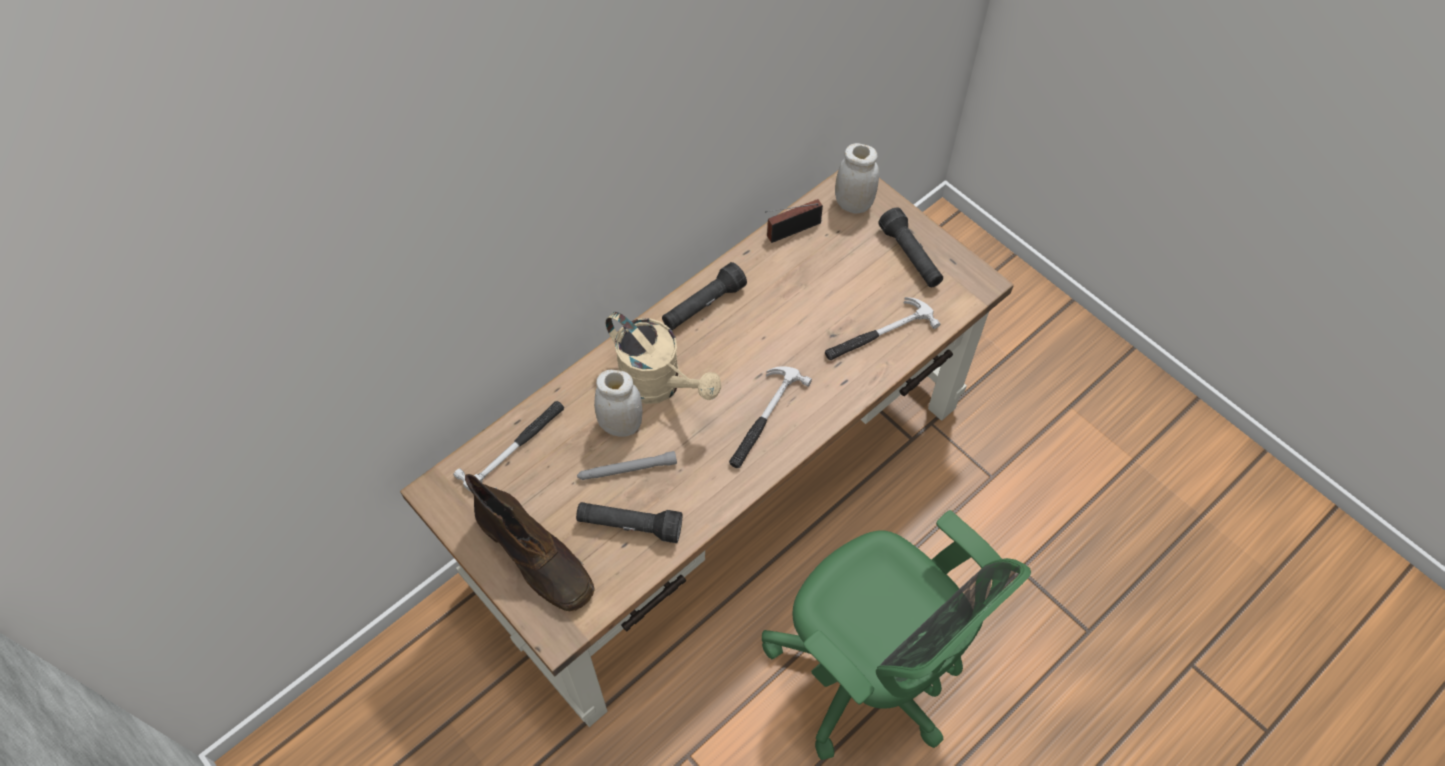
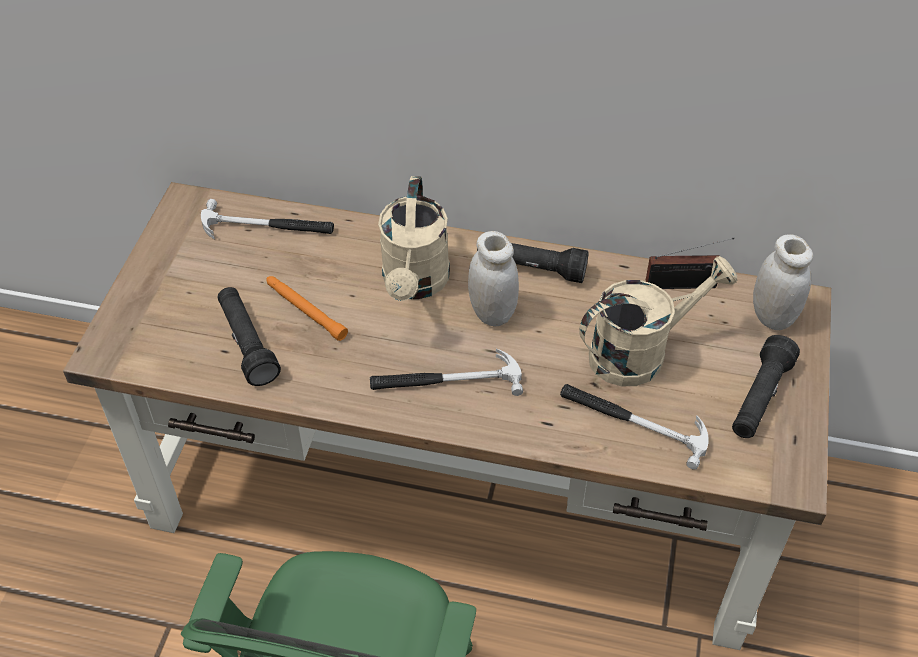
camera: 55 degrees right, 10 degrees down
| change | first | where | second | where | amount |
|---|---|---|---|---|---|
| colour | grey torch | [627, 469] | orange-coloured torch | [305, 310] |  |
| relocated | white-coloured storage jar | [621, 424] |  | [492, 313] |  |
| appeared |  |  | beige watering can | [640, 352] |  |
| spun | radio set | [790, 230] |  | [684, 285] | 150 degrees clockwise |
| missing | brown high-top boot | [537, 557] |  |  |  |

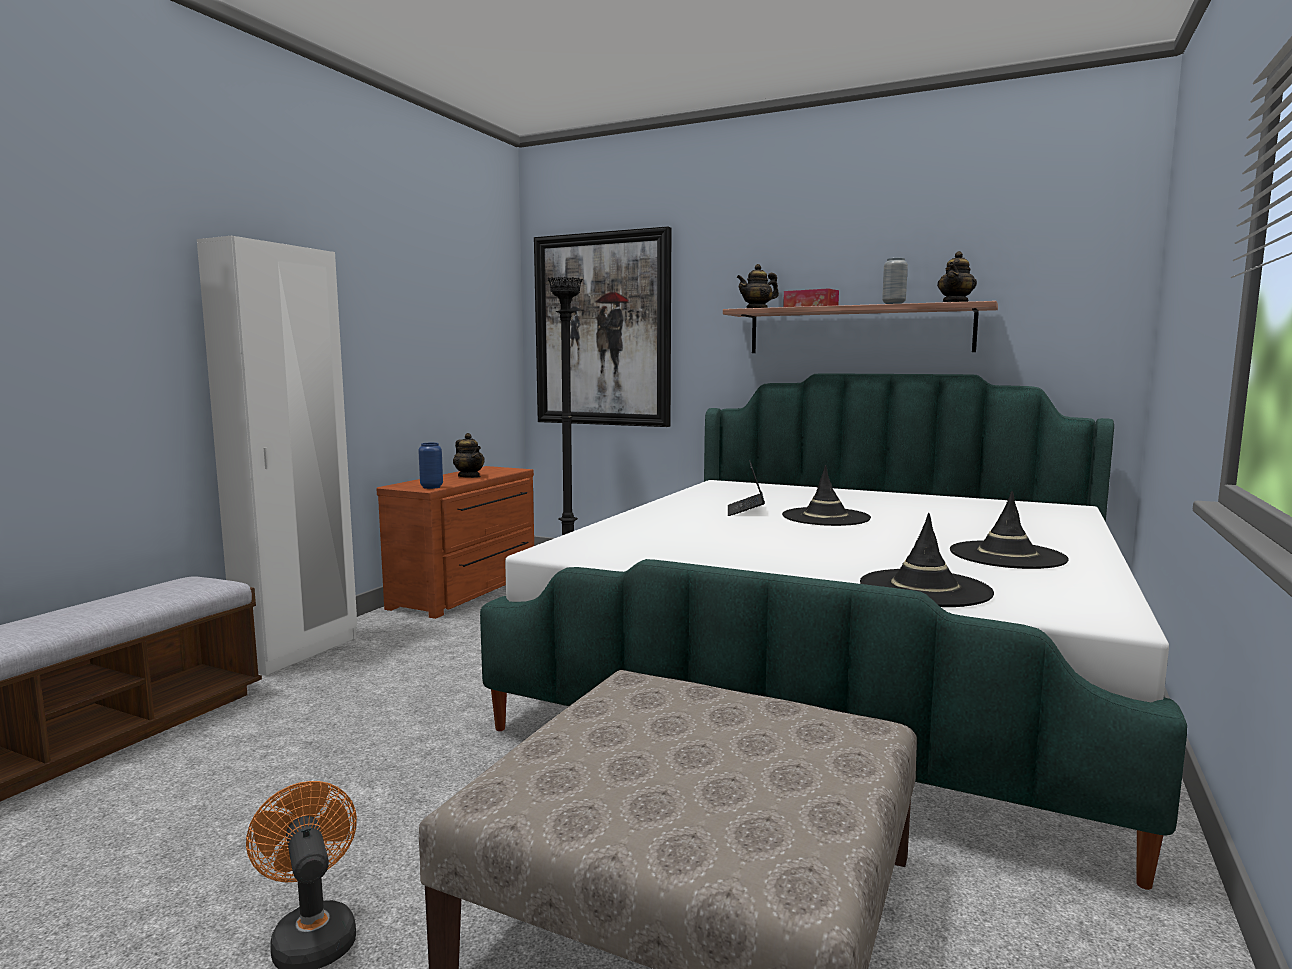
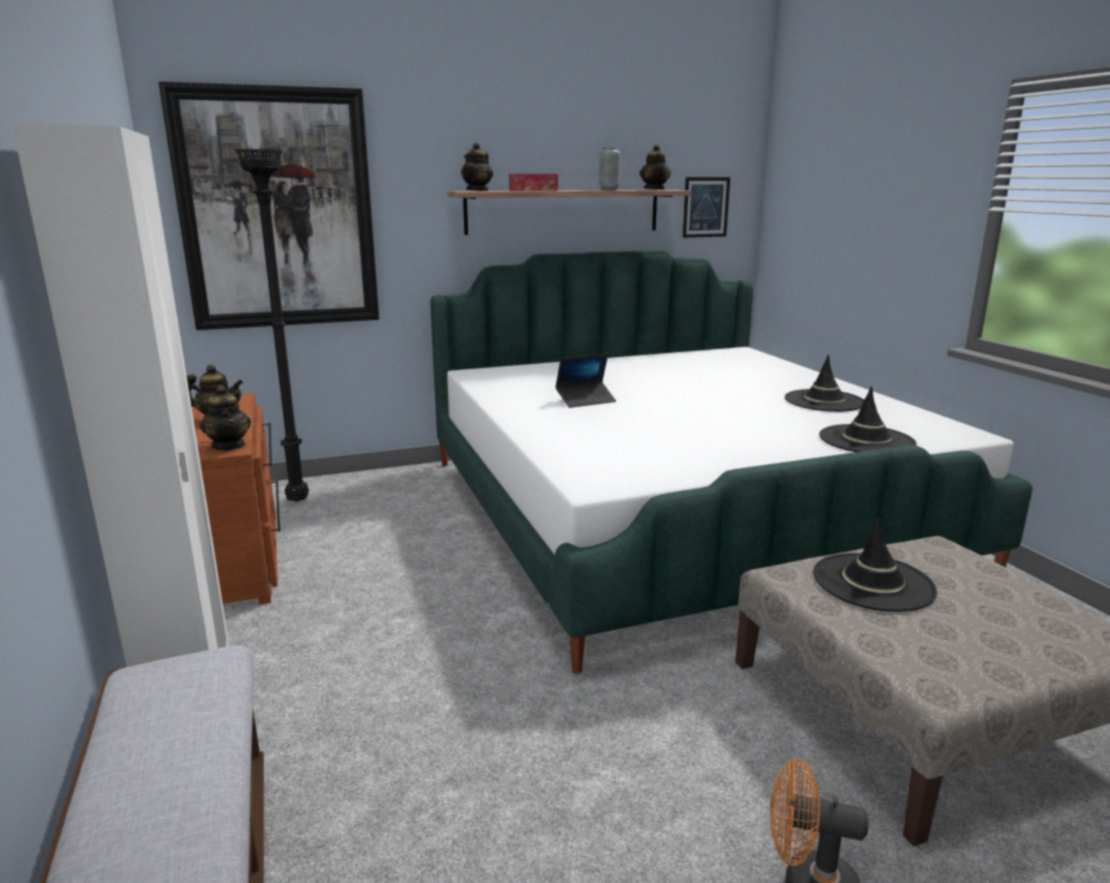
camera: 45 degrees left, 10 degrees up
| change | first | where | second | where | amount |
|---|---|---|---|---|---|
| exchanged | blue decorative vase | [431, 487] | pot for tea | [229, 446] |  |
| spun | laptop | [745, 511] |  | [585, 400] | 75 degrees counterclockwise |
| appeared |  |  | picture | [705, 207] |  |
| relocated | blackish clothing hat | [825, 517] |  | [873, 583] |  |

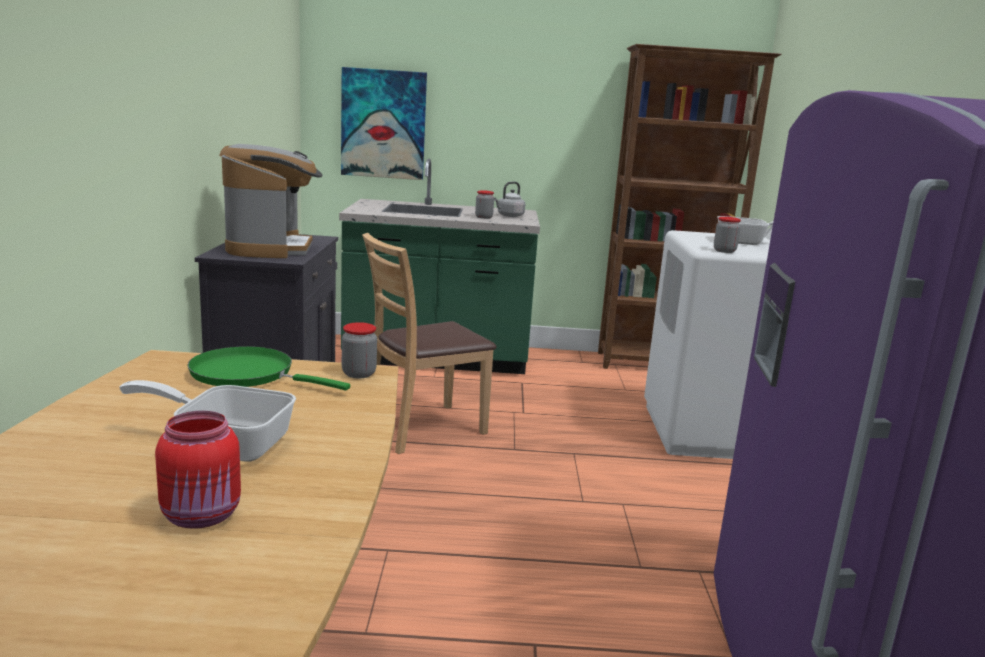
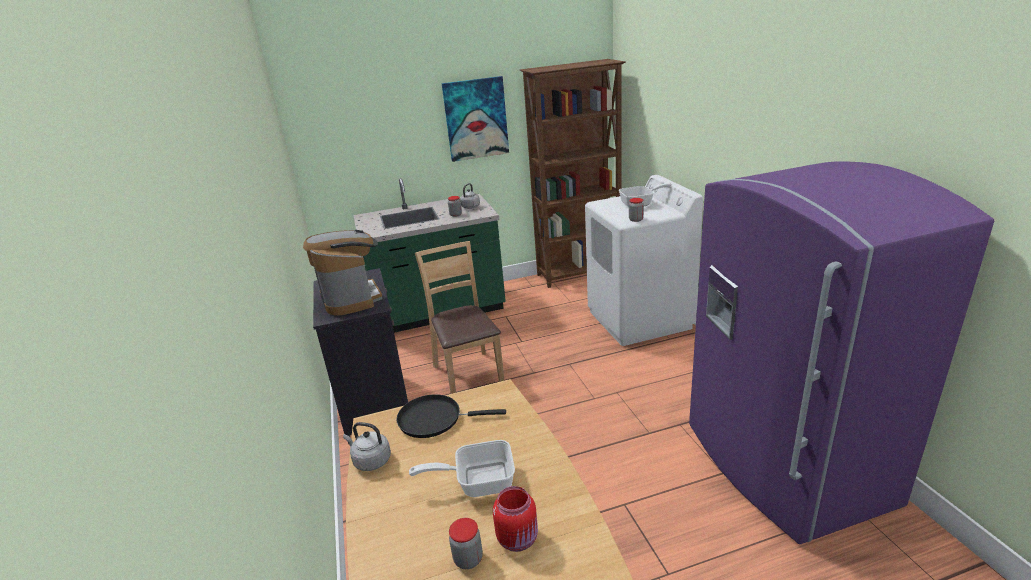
camera: 15 degrees left, 10 degrees up
| change | first | where | second | where | amount |
|---|---|---|---|---|---|
| appeared |  |  | grey water kettle | [370, 461] |  |
| colour | green-coloured pan | [248, 375] | blackish pan | [435, 419] |  |
| spun | brown chair | [422, 428] |  | [468, 375] | 120 degrees clockwise |
| relocated | picture | [383, 124] |  | [476, 119] |  |
| relocated | storage jar | [359, 374] |  | [468, 559] |  |

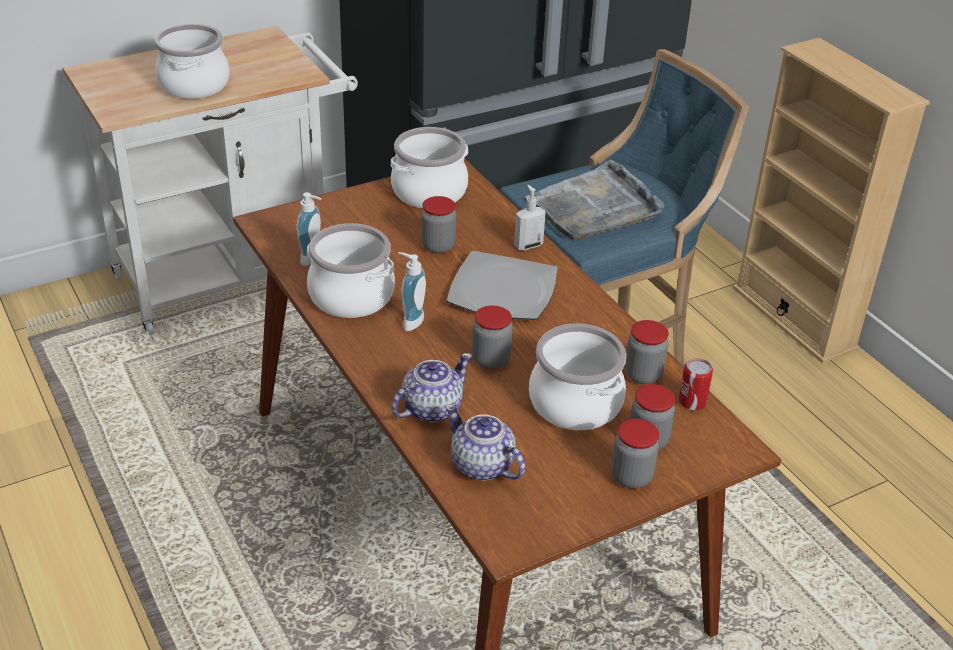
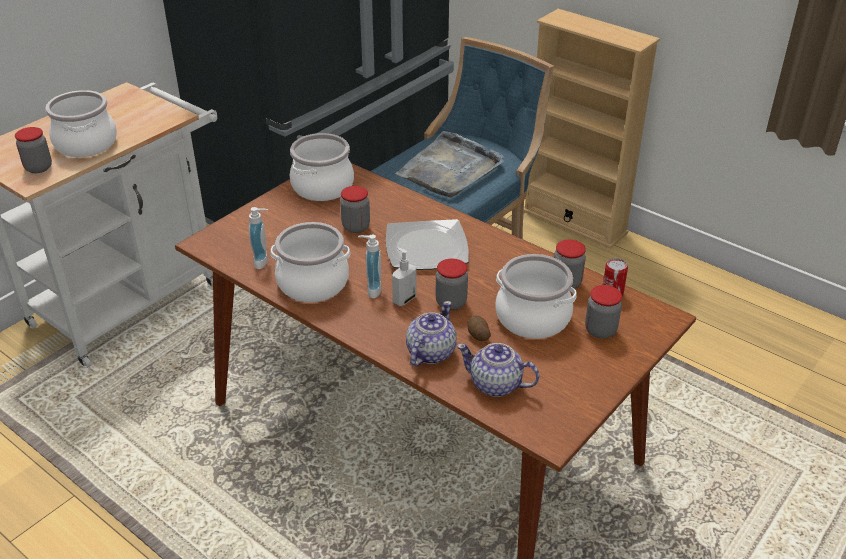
camera: 20 degrees left, 0 degrees up
| change | first | where | second | where | amount |
|---|---|---|---|---|---|
| relocated | storage jar | [631, 477] |  | [38, 168] |  |
| relocated | soap dispenser | [528, 245] |  | [404, 299] |  |
| appeared |  |  | whole potato | [478, 335] |  |

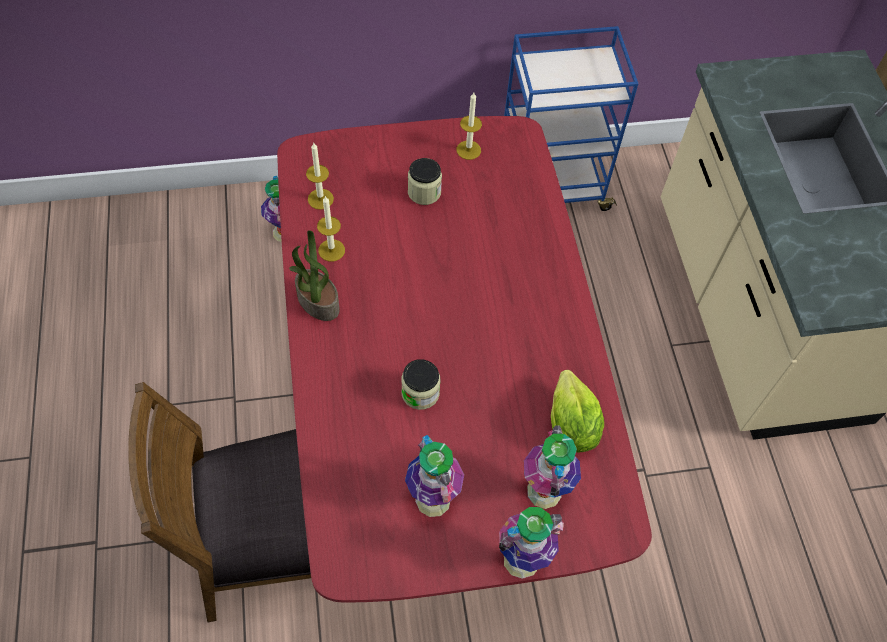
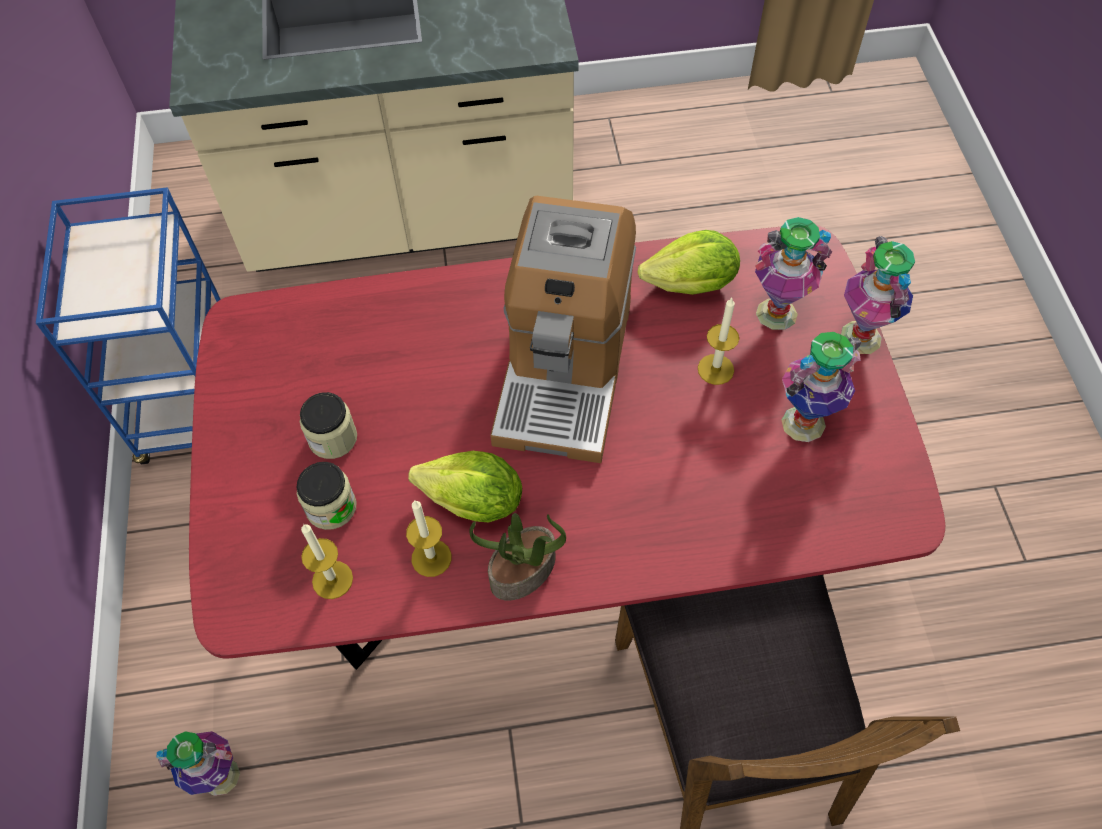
camera: 85 degrees left, 0 degrees up
| change | first | where | second | where | amount |
|---|---|---|---|---|---|
| relocated | storage jar | [420, 393] |  | [331, 507] |  |
| appeared |  |  | lettuce | [474, 502] |  |
| appeared |  |  | coffee brewer | [564, 371] |  |
| relocated | wax light | [468, 150] |  | [715, 369] |  |

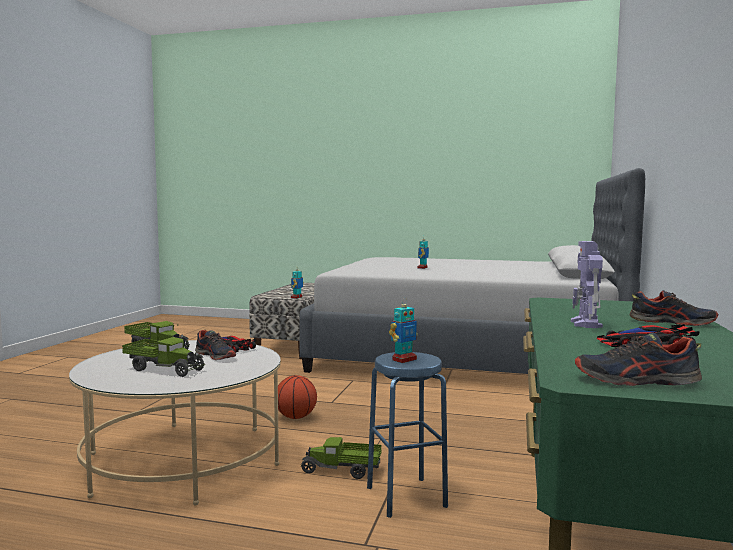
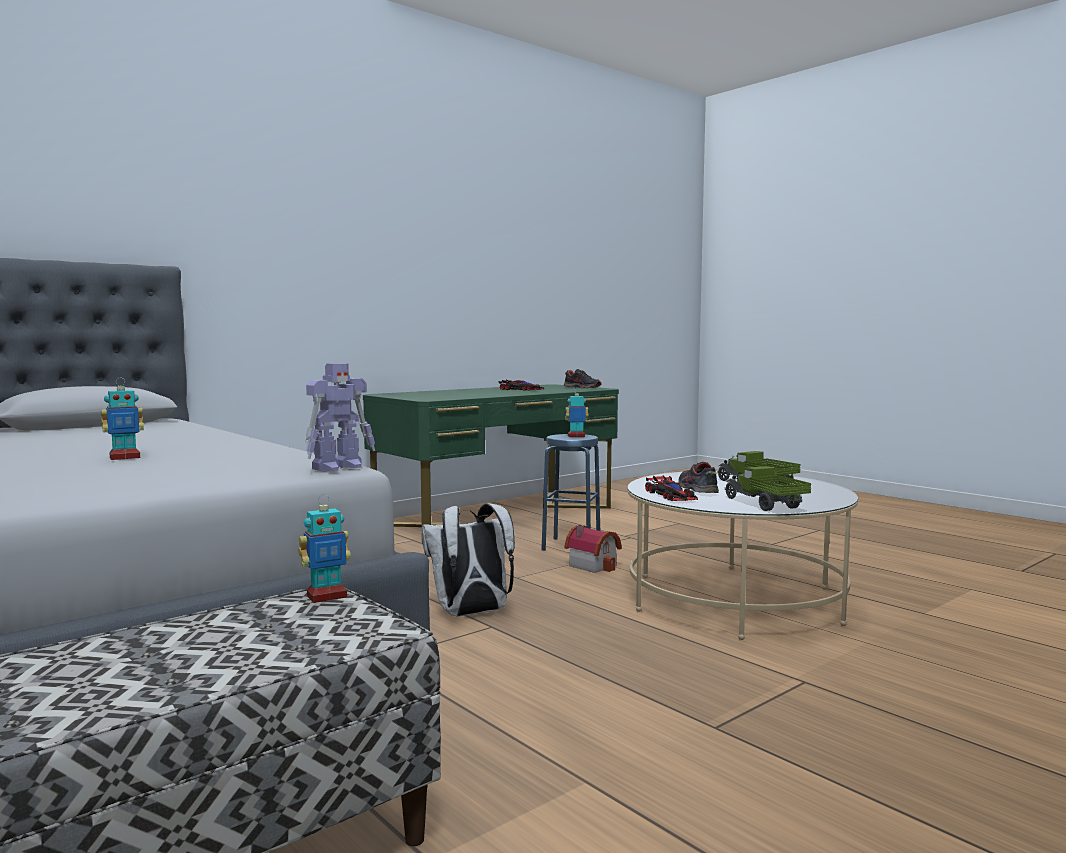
camera: 145 degrees left, 0 degrees up
| change | first | where | second | where | amount |
|---|---|---|---|---|---|
| relocated | toy robot | [586, 324] |  | [339, 467] |  |
| appeared |  |  | white-coloured backpack | [471, 614] |  |
| exchanged | toy lorry | [341, 471] | toy house | [594, 565] |  |
| missing | ball for basketball | [295, 417] |  |  |  |
| missing | item of footwear | [672, 322] |  |  |  |

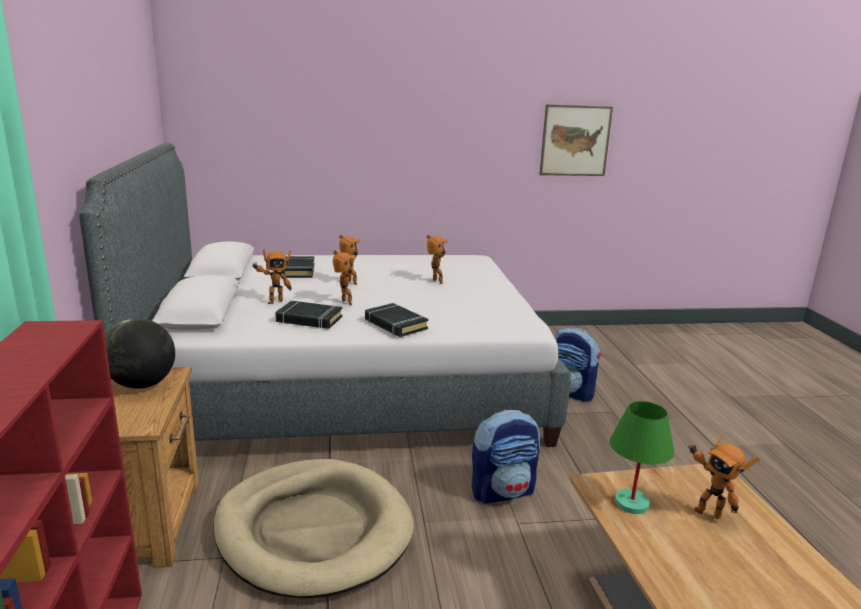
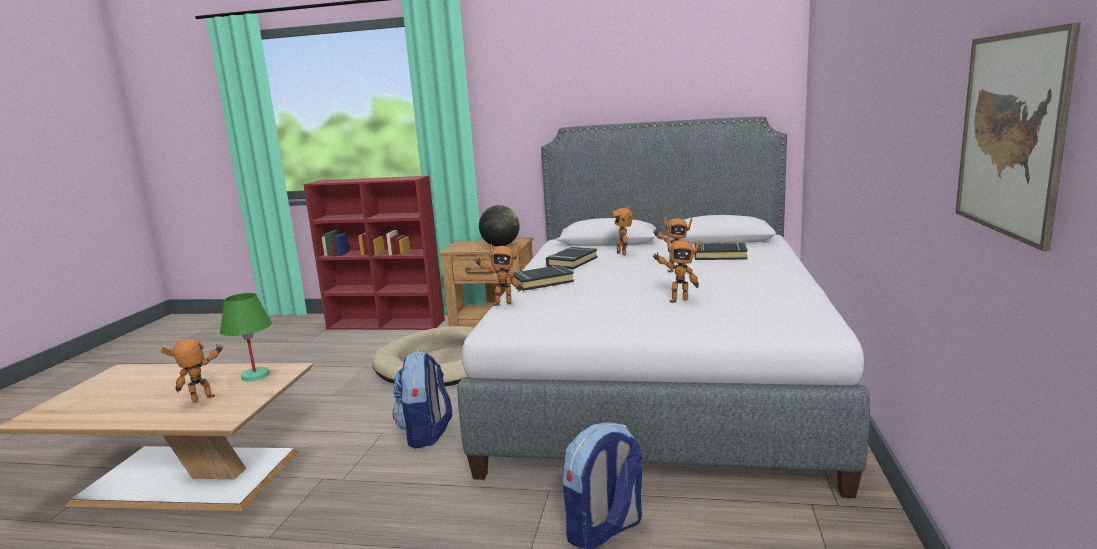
camera: 110 degrees right, 5 degrees down
| change | first | where | second | where | amount |
|---|---|---|---|---|---|
| relocated | toy robot | [344, 303] |  | [501, 303] |  |

